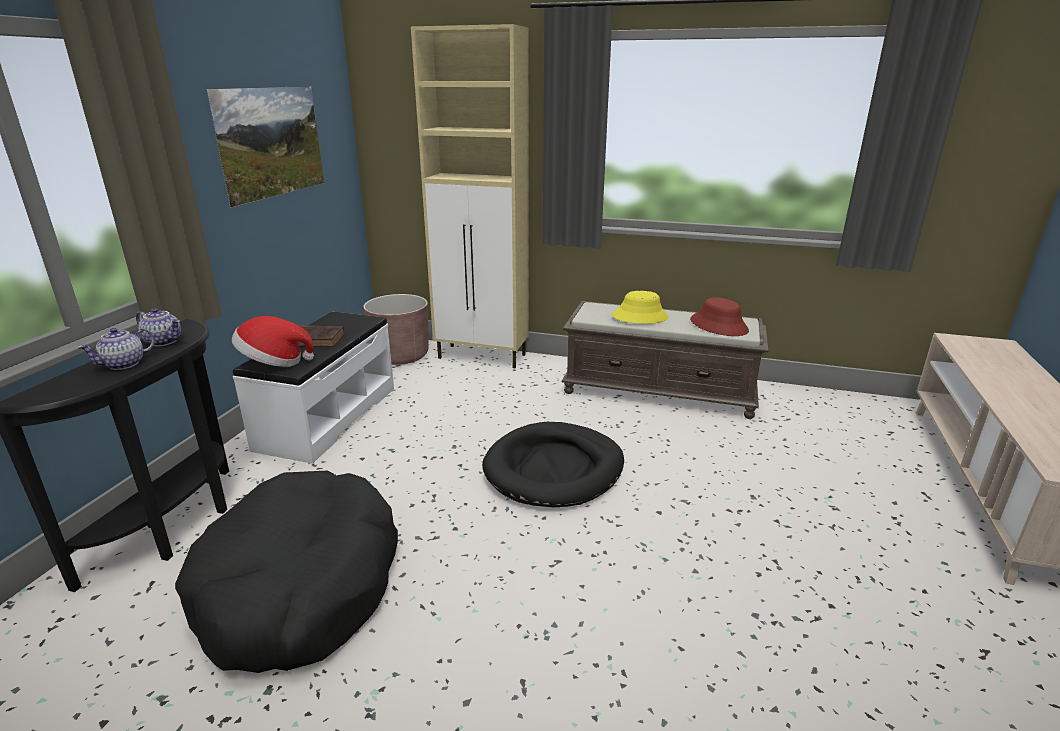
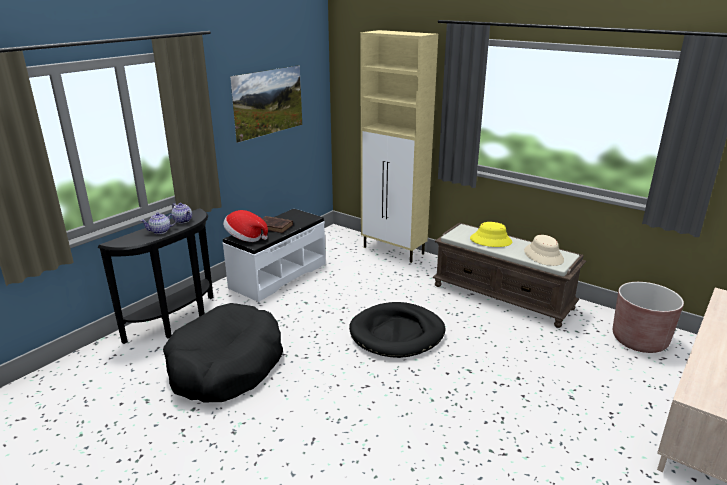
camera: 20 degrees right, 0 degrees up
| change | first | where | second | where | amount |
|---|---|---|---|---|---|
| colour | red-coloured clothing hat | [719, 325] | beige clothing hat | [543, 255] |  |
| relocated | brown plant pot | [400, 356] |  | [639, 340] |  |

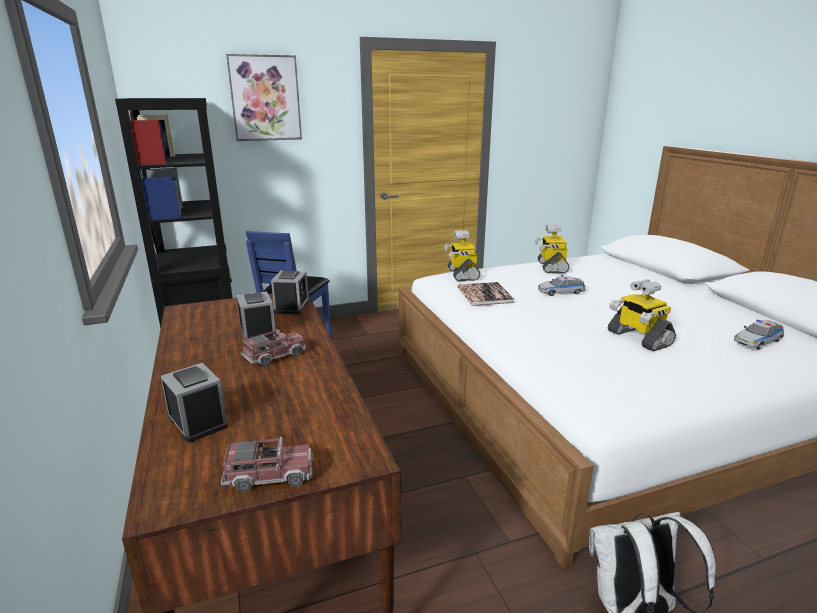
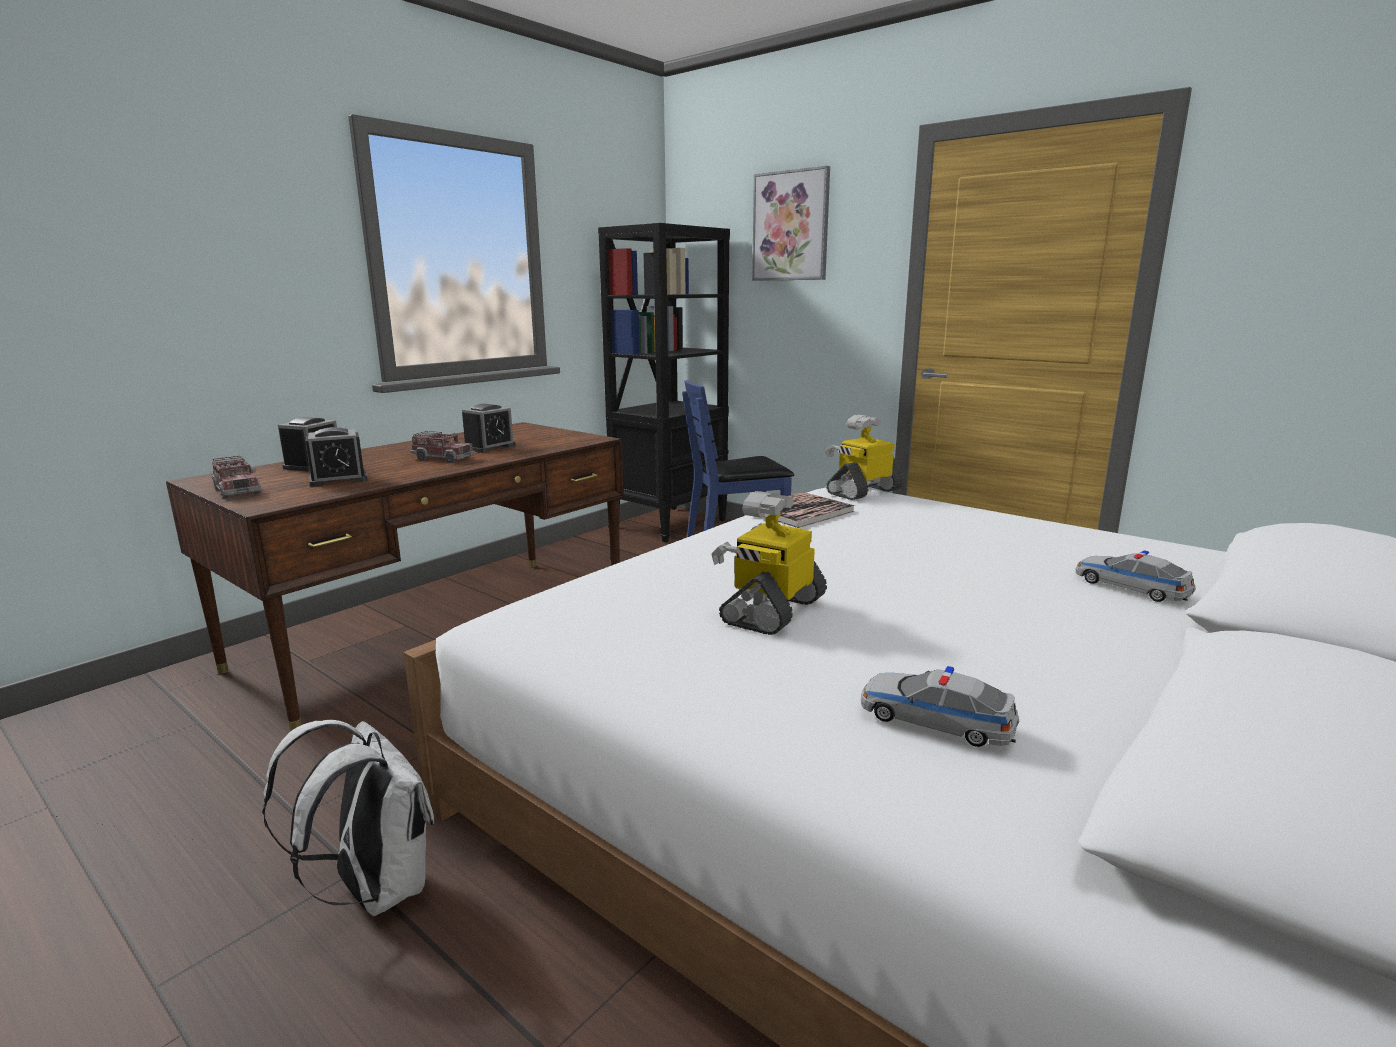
camera: 60 degrees right, 5 degrees down
| change | first | where | second | where | amount |
|---|---|---|---|---|---|
| relocated | table clock | [292, 306] |  | [338, 479] |  |
| relocated | toy car | [561, 292] |  | [1131, 588] |  |
| missing | toy robot | [551, 267] |  |  |  |

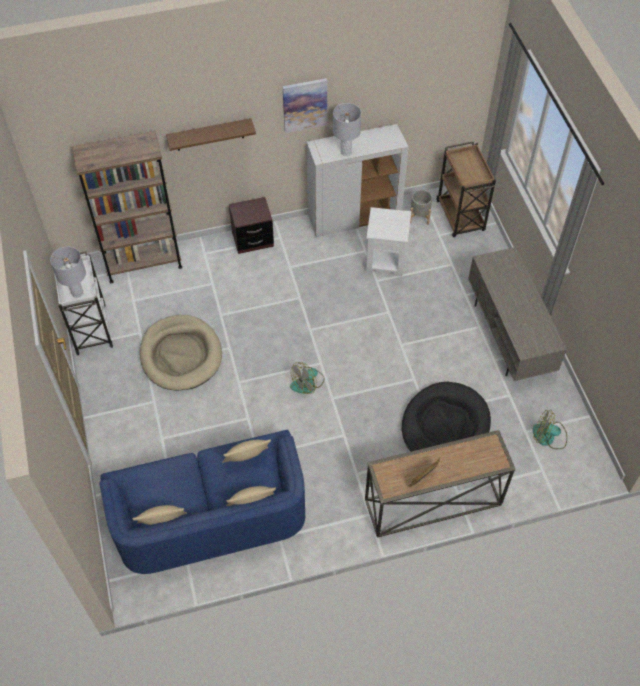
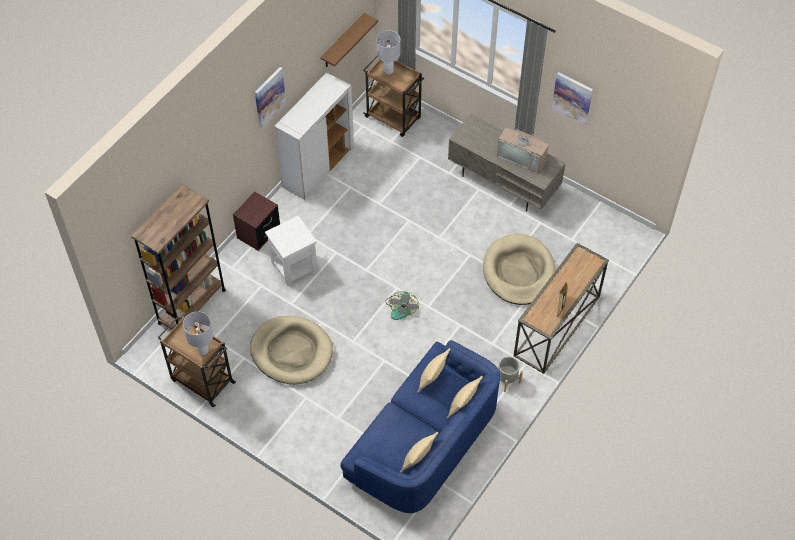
camera: 40 degrees left, 0 degrees up
| change | first | where | second | where | amount |
|---|---|---|---|---|---|
| colour | white-coloured cart | [90, 327] | brown cart | [201, 380] |  |
| relocated | white-coloured end table | [385, 261] |  | [294, 267] |  |
| relocated | brown bracket shelf | [209, 135] |  | [342, 42] |  |
| relocated | grey lamp for a table | [346, 152] |  | [388, 70] |  |
| colour | blackish dog bed | [445, 426] | beige dog bed | [519, 272] |  |
| relocated | grey plant pot | [419, 216] |  | [507, 380] |  |
| appeared |  |  | TV set | [523, 157] |  |
| appeared |  |  | picture | [572, 98] |  |
| missing | electric fan | [548, 437] |  |  |  |

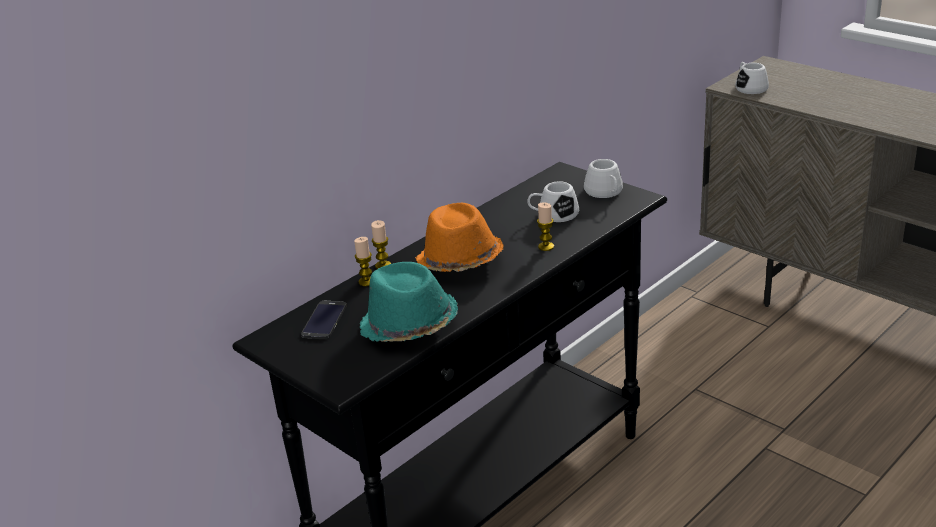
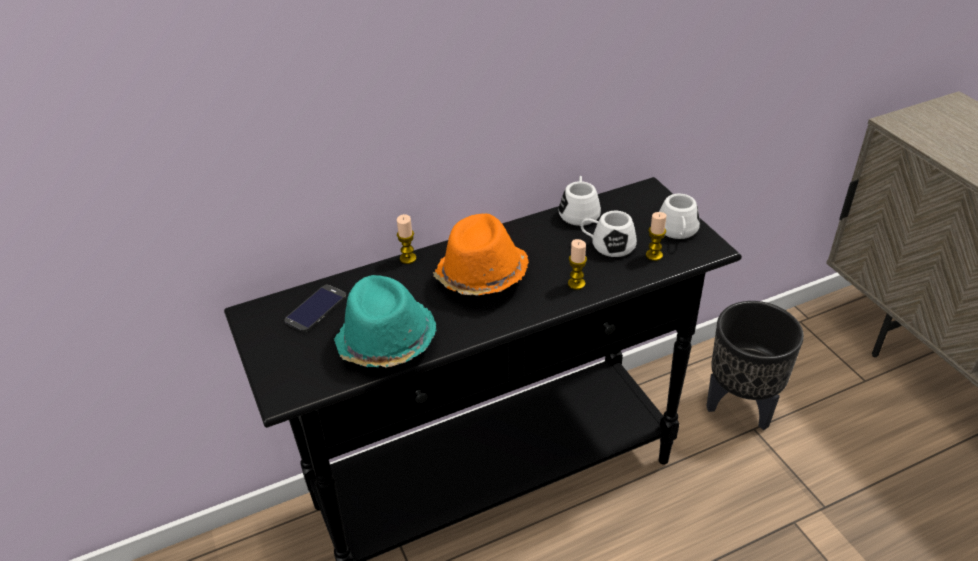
camera: 20 degrees right, 10 degrees up
| change | first | where | second | where | amount |
|---|---|---|---|---|---|
| relocated | white-coloured mug | [749, 87] |  | [579, 211] |  |
| relocated | wax light | [366, 281] |  | [654, 255] |  |
| appeared |  |  | blackish plant pot | [741, 406] |  |

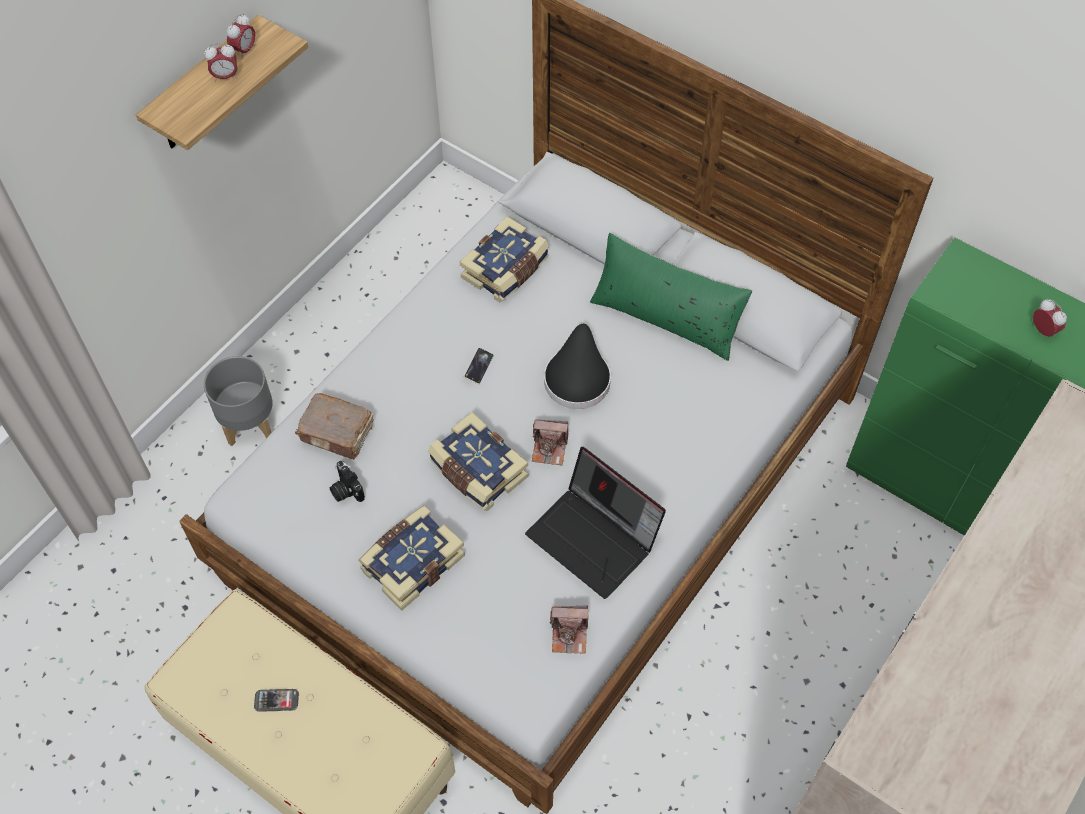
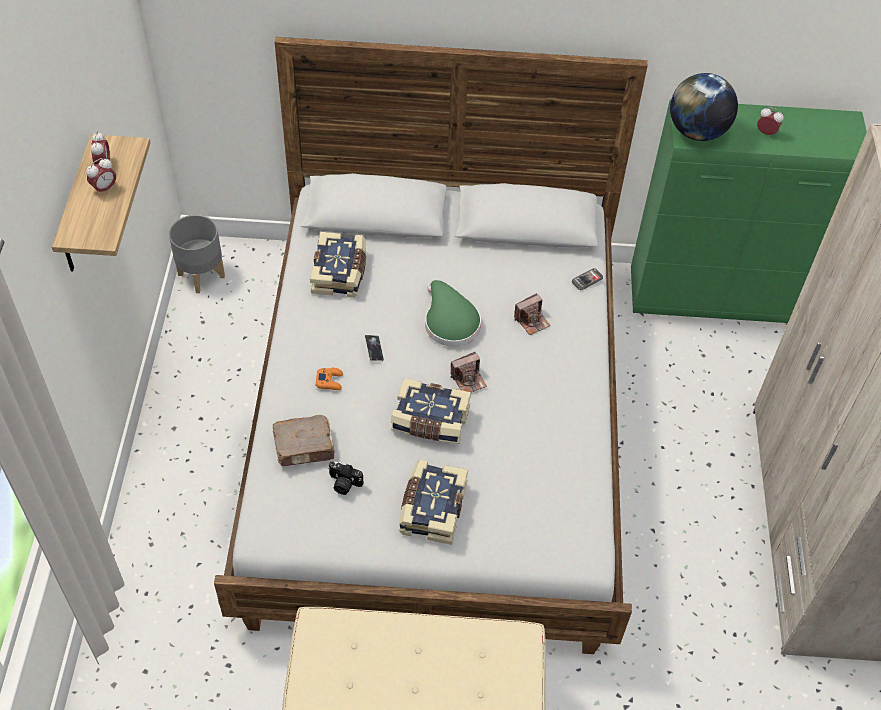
camera: 35 degrees left, 5 degrees down
| change | first | where | second | where | amount |
|---|---|---|---|---|---|
| relocated | grey plant pot | [250, 425] |  | [202, 276] |  |
| appeared |  |  | orange-coloured gamepad | [329, 381] |  |
| colour | blackish clothing hat | [577, 376] | green-coloured clothing hat | [449, 322] |  |
| relocated | photo camera | [569, 634] |  | [532, 321] |  |
| relocated | telephone | [276, 700] |  | [587, 280] |  |
| appeared |  |  | globe | [697, 132] |  |
| missing | laptop | [595, 539] |  |  |  |
| missing | green-coloured cushion | [666, 317] |  |  |  |

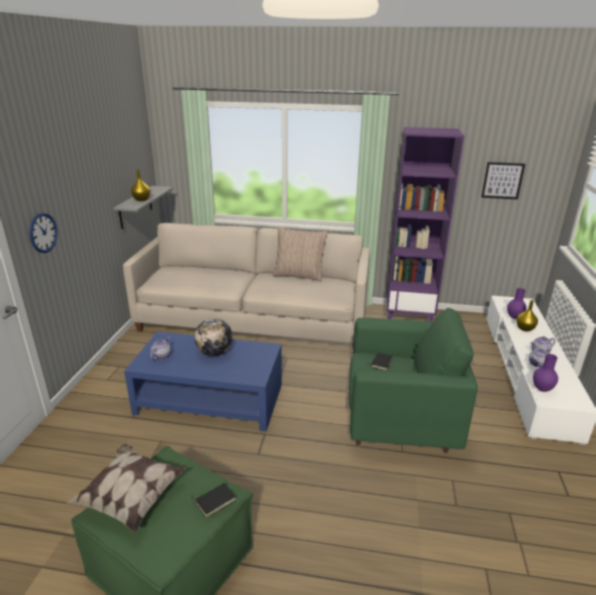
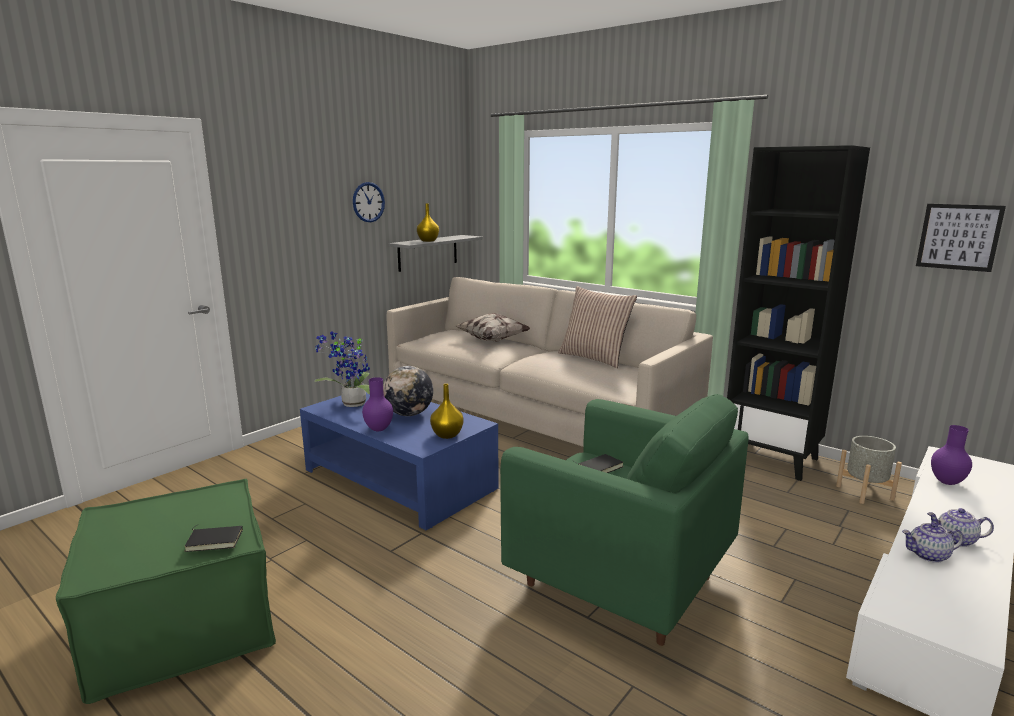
camera: 30 degrees right, 10 degrees down
| change | first | where | second | where | amount |
|---|---|---|---|---|---|
| exchanged | pot for tea | [161, 356] | houseplant | [351, 404] |  |
| relocated | clock on the wall | [43, 232] |  | [368, 202] |  |
| relocated | purple-coloured decorative vase | [541, 389] |  | [378, 429] |  |
| relocated | yellow decorative vase | [525, 329] |  | [448, 435] |  |
| relocated | cushion | [132, 497] |  | [492, 340] |  |
| colour | purple-coloured bookcase | [409, 317] | blackish bookcase | [772, 458] |  |
| appeared |  |  | grey plant pot | [864, 492] |  |

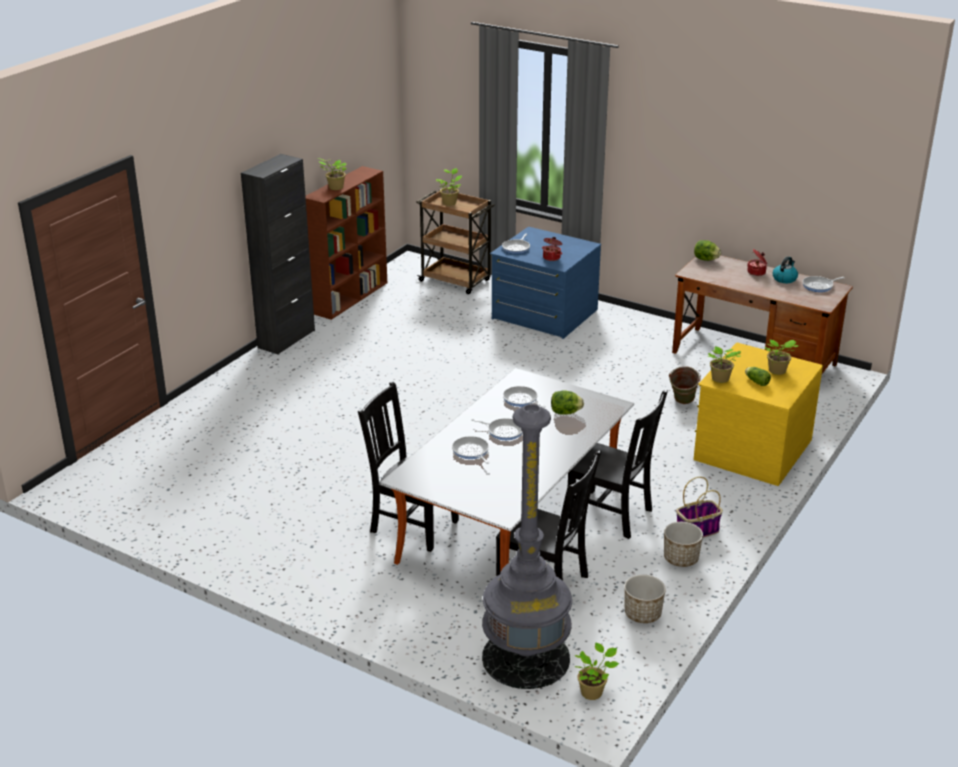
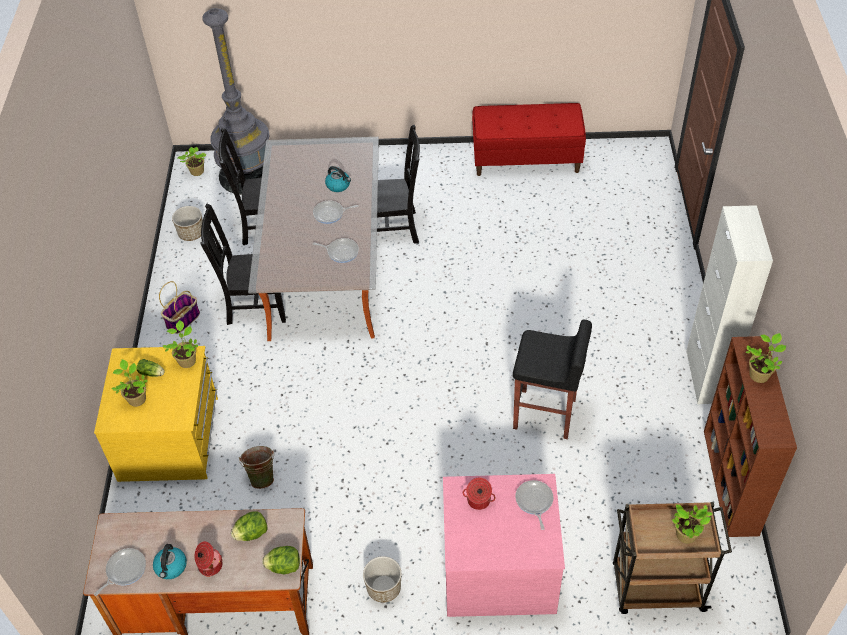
camera: 150 degrees right, 20 degrees up
| change | first | where | second | where | amount |
|---|---|---|---|---|---|
| relocated | lettuce | [565, 412] |  | [252, 533] |  |
| exchanged | pan | [471, 451] | water kettle | [338, 185] |  |
| relocated | plant pot | [681, 558] |  | [383, 588] |  |
| colour | blue chest of drawers | [544, 315] | pinkish chest of drawers | [499, 567] |  |
| appeared |  |  | red-coloured long seat | [526, 159] |  |
| appeared |  |  | blackish stool | [545, 415] |  |
| colour | blackish storage cabinet | [286, 339] | white-coloured storage cabinet | [706, 376] |  |

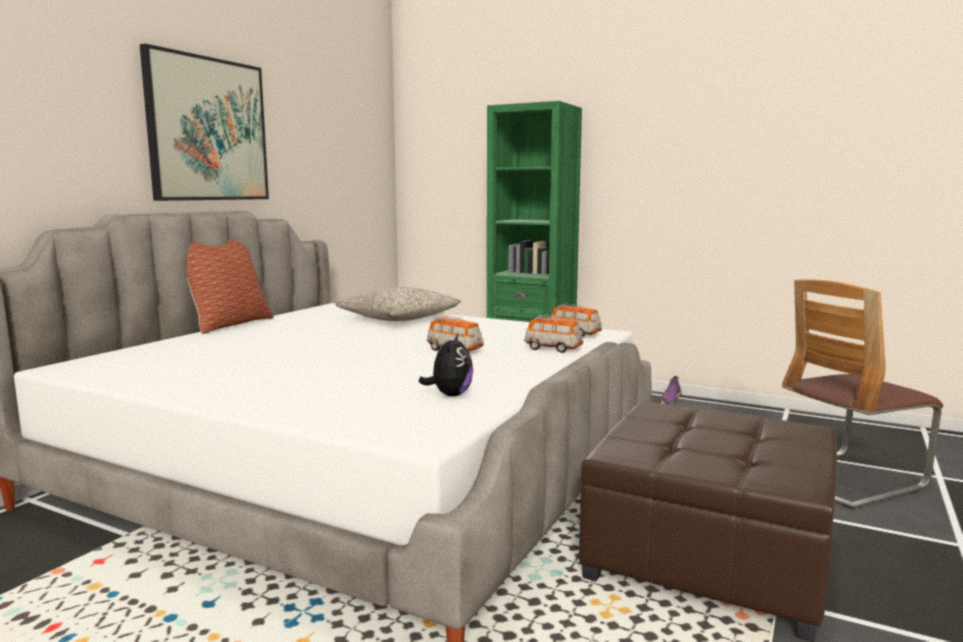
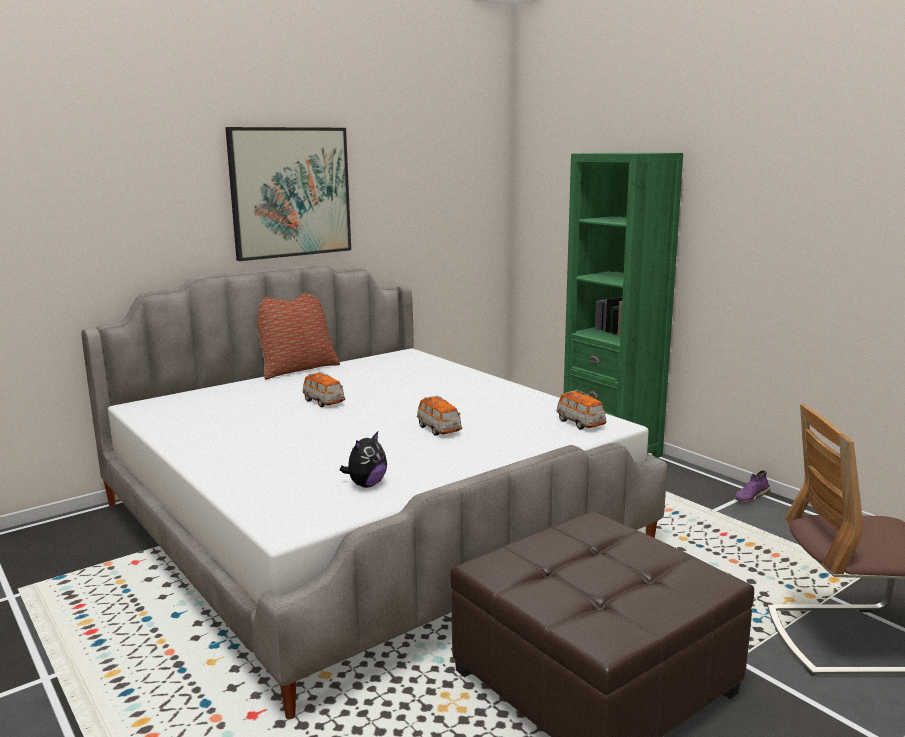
camera: 25 degrees right, 5 degrees up
| change | first | where | second | where | amount |
|---|---|---|---|---|---|
| relocated | toy car | [553, 349] |  | [324, 402] |  |
| missing | grey cushion | [399, 318] |  |  |  |

